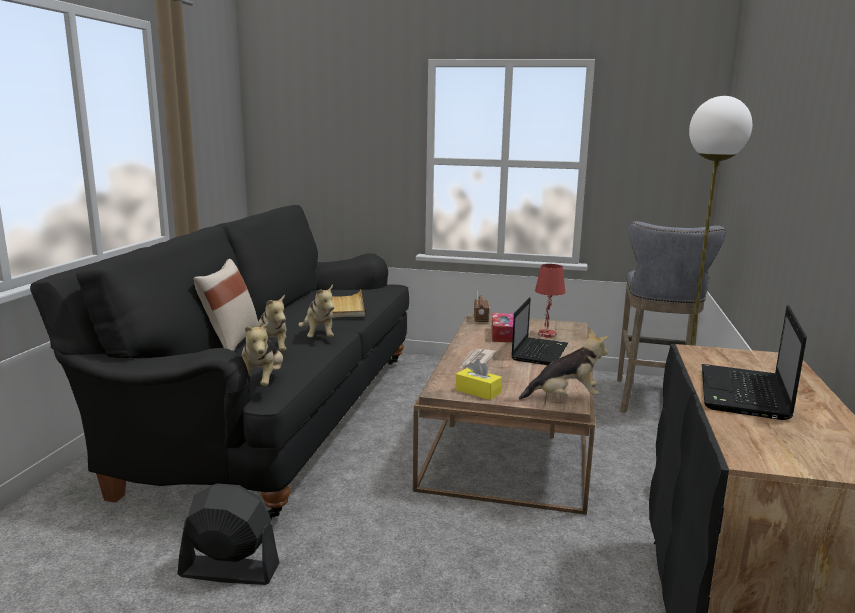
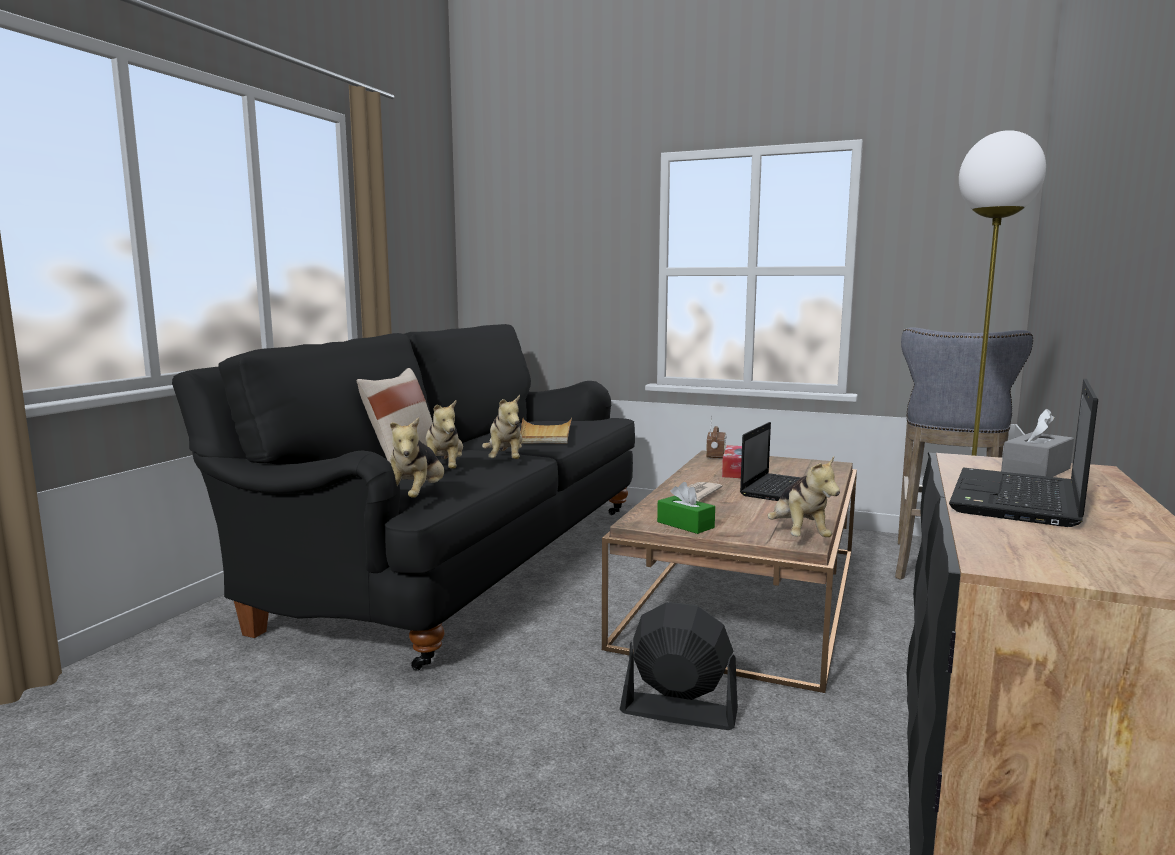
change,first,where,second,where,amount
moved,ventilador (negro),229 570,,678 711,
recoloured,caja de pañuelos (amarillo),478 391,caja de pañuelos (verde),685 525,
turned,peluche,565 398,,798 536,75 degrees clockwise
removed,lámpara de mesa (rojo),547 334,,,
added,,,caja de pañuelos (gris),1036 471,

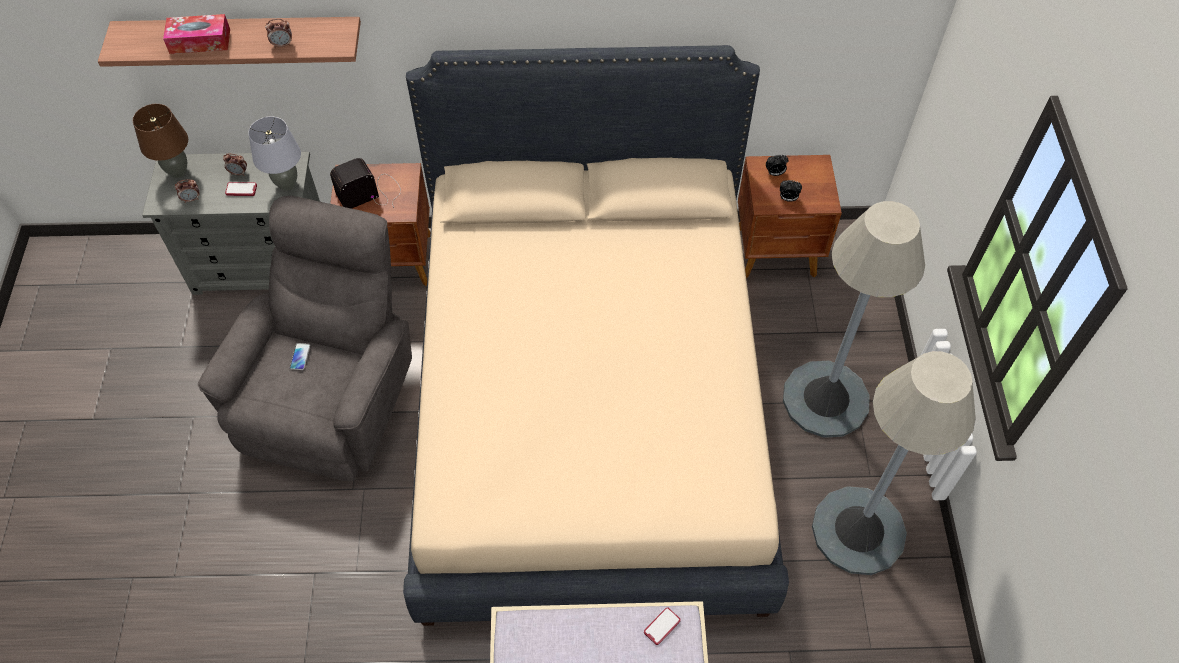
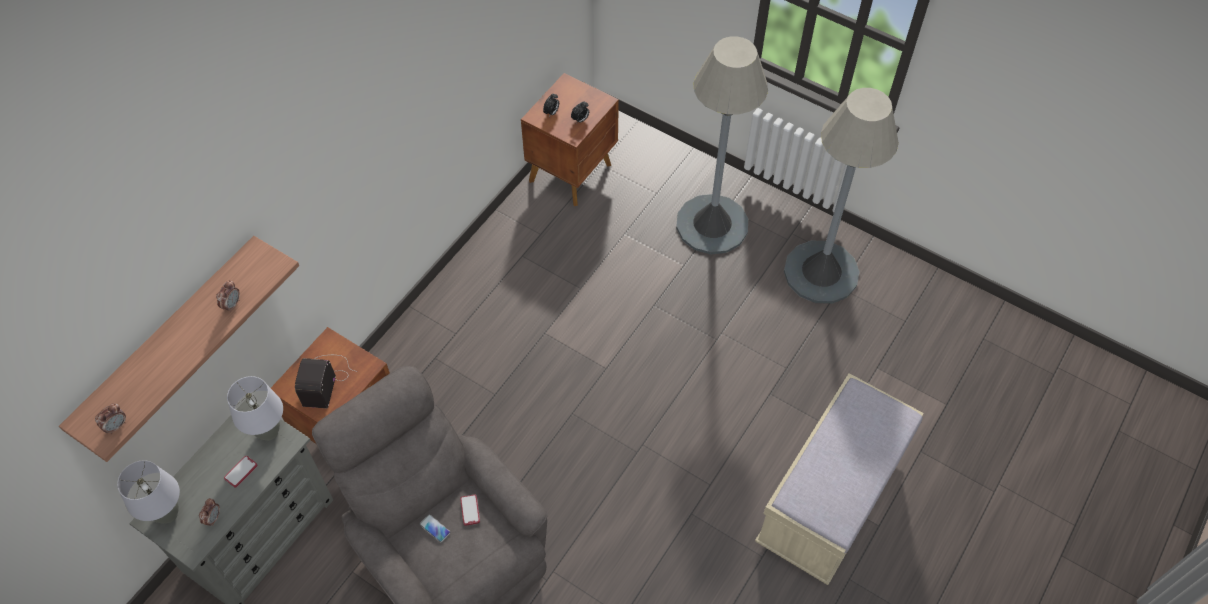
change,first,where,second,where,amount
recoloured,lámpara de mesa (marrón),178 171,lámpara de mesa (gris),168 514,
removed,caja de pañuelos,200 41,,,
moved,despertador,239 173,,116 426,
removed,cama (beis),590 406,,,
moved,móvil,662 626,,470 510,

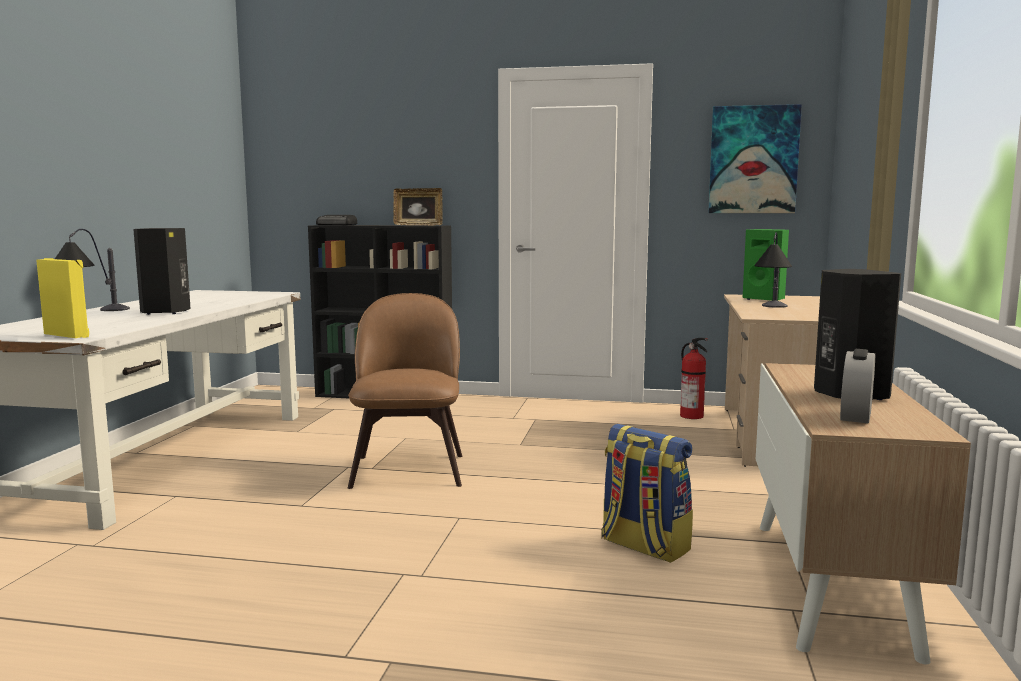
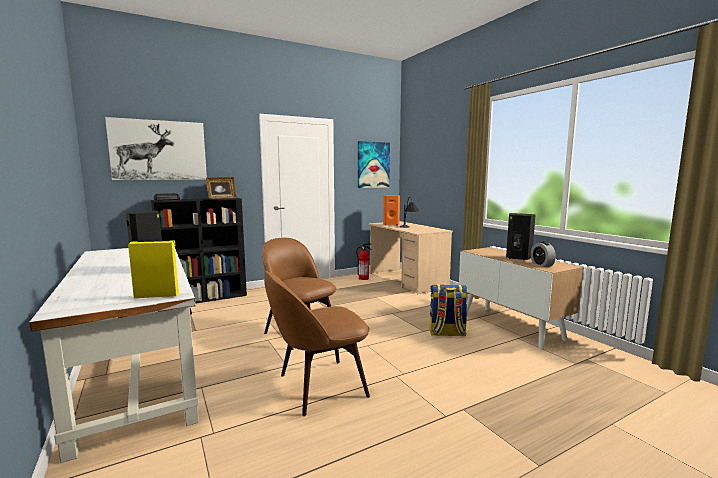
change,first,where,second,where,amount
removed,lámpara de mesa,91 312,,,
recoloured,altavoz (verde),765 299,altavoz (naranja),391 224,
added,,,cuadro,159 150,
added,,,silla (marrón),318 386,

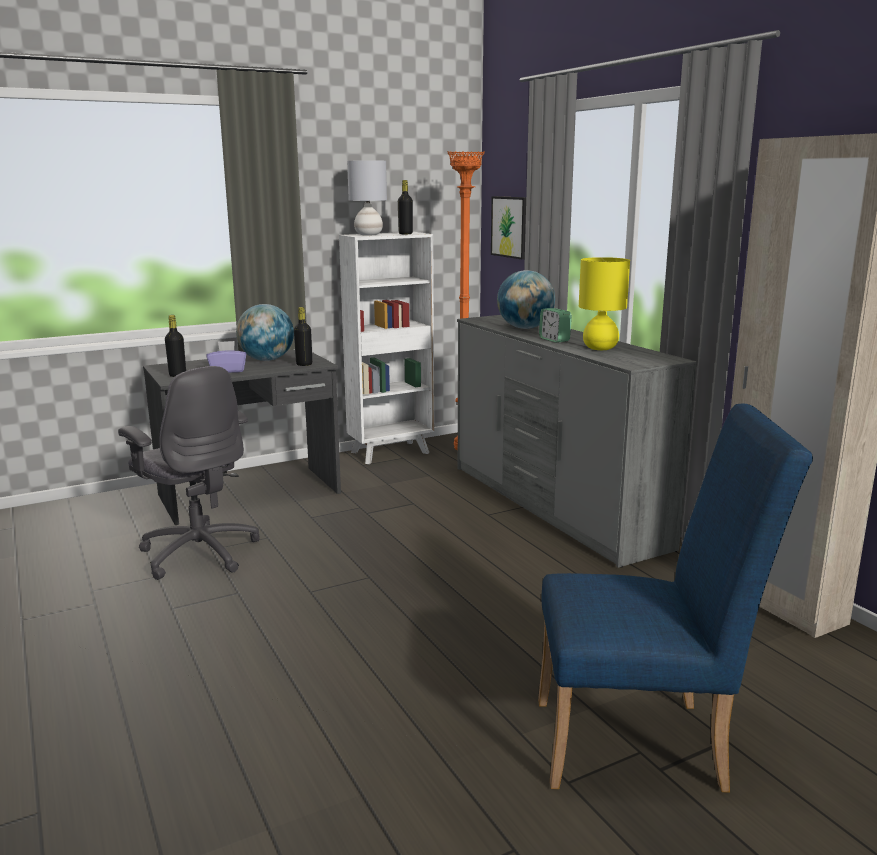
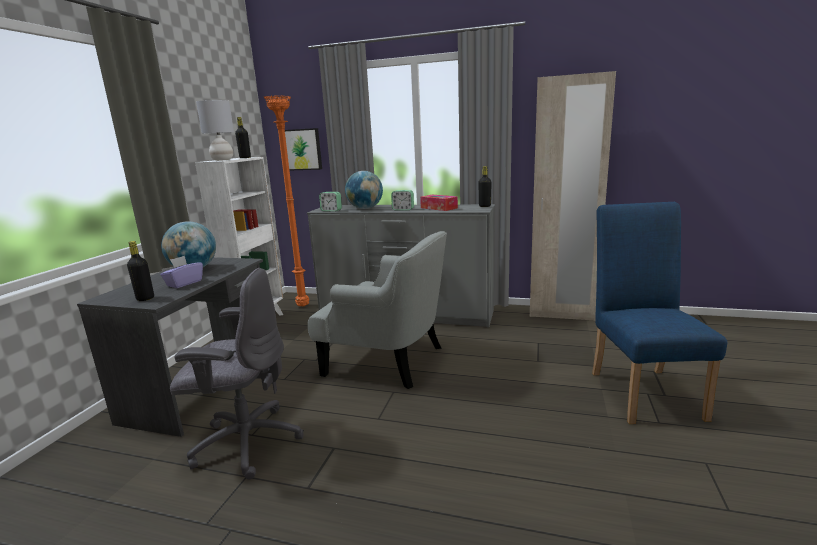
change,first,where,second,where,amount
moved,botella (negro),304 364,,484 206,
turned,silla (azul),644 744,,642 390,45 degrees counterclockwise
replaced,lámpara de mesa (amarillo),600 348,caja de pañuelos,439 208,
added,,,sillón (gris),388 359,
added,,,despertador,331 210,

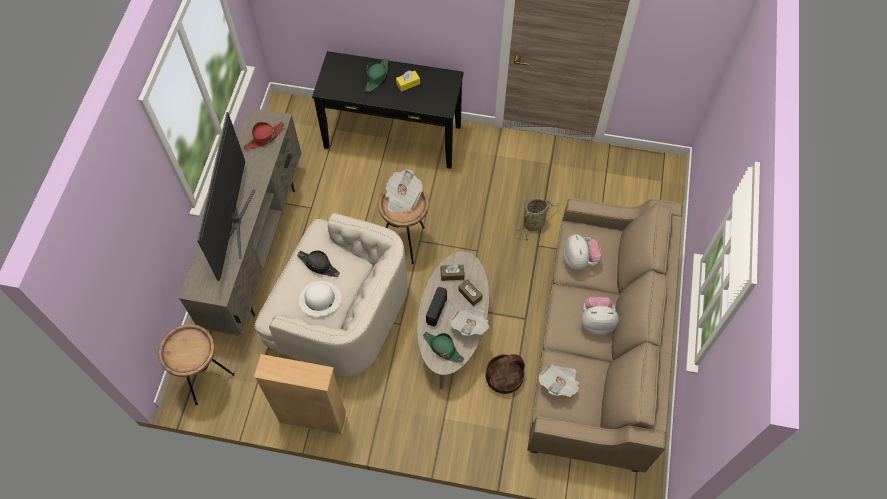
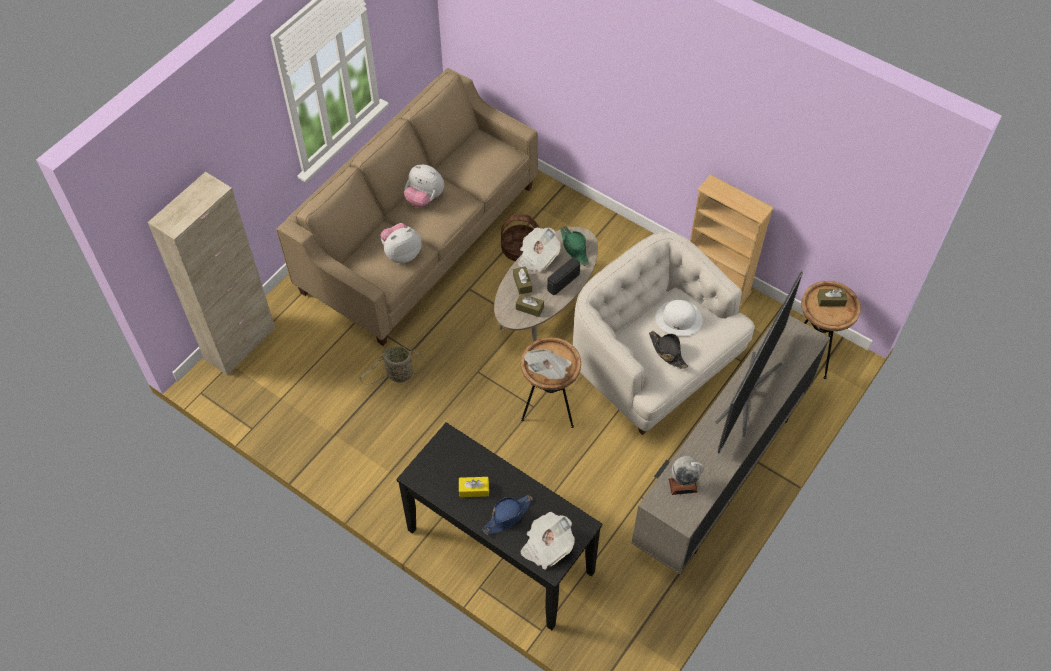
change,first,where,second,where,amount
replaced,sombrero (rojo),264 138,globo terráqueo,683 485,
recoloured,sombrero (verde),377 77,sombrero (azul),508 516,
moved,periódico,559 383,,546 546,
turned,peluche,579 260,,401 253,45 degrees clockwise
added,,,armario (beis),240 344,
added,,,caja de pañuelos (marrón),831 301,

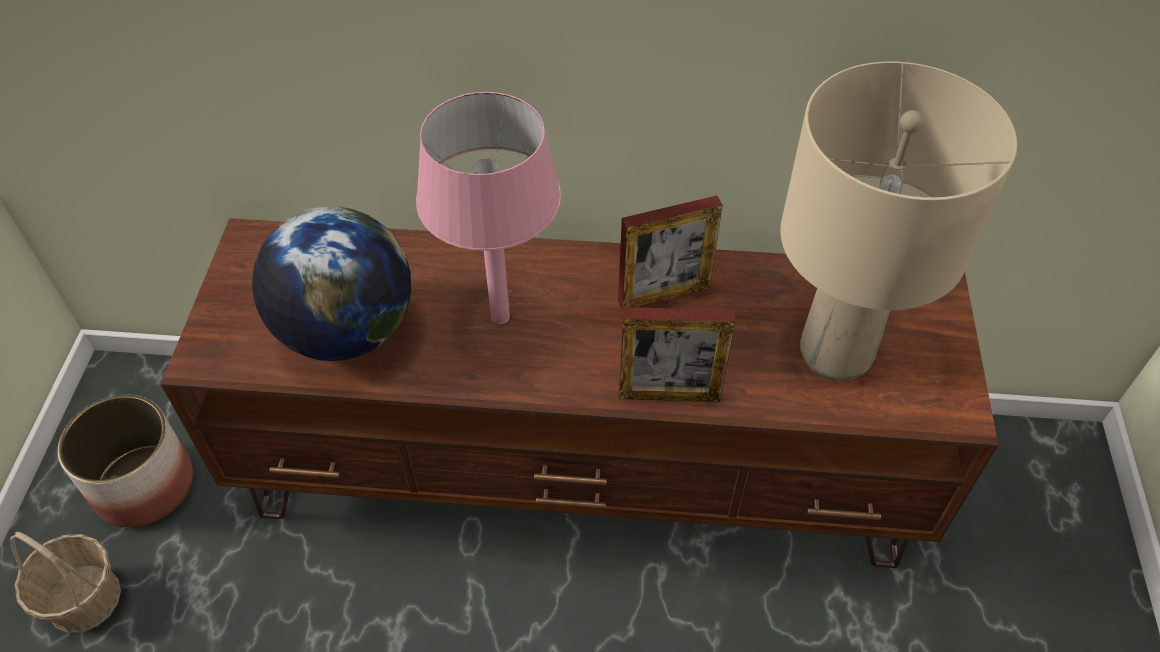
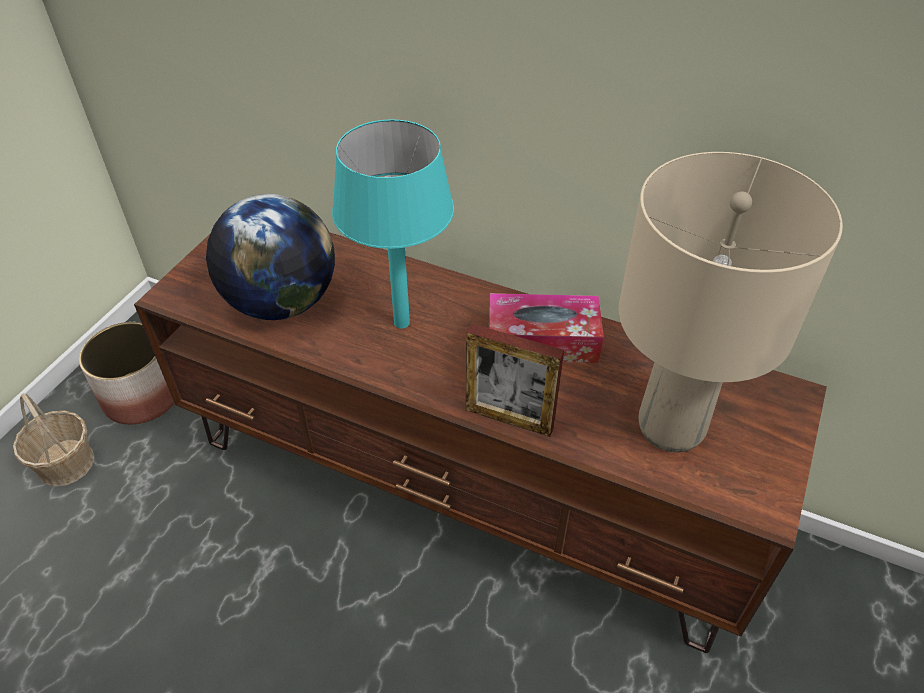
change,first,where,second,where,amount
recoloured,lámpara de mesa (rosa),500 315,lámpara de mesa (turquesa),402 322,
replaced,portarretratos,664 295,caja de pañuelos,542 340,

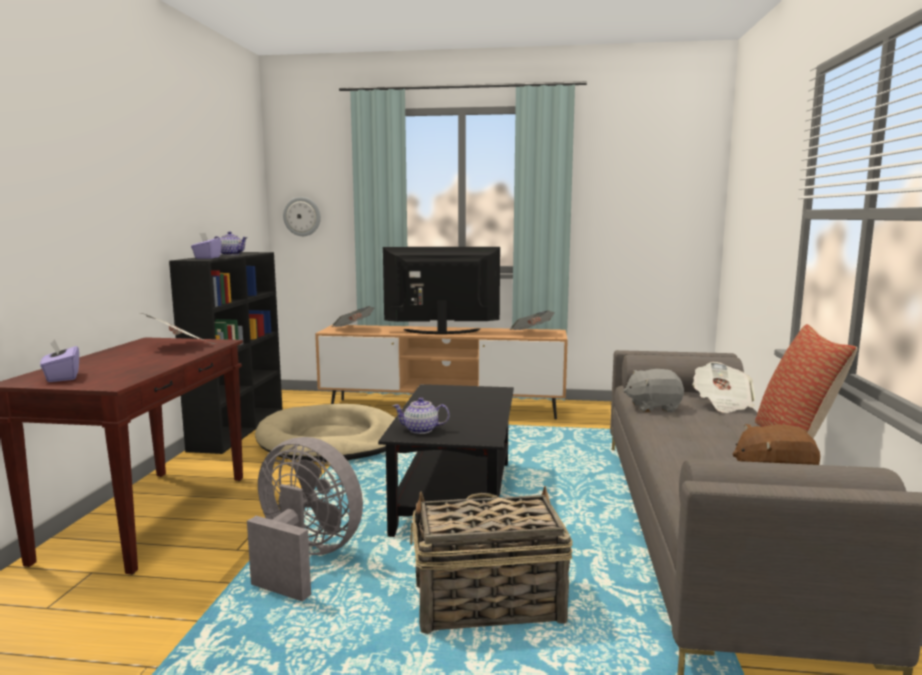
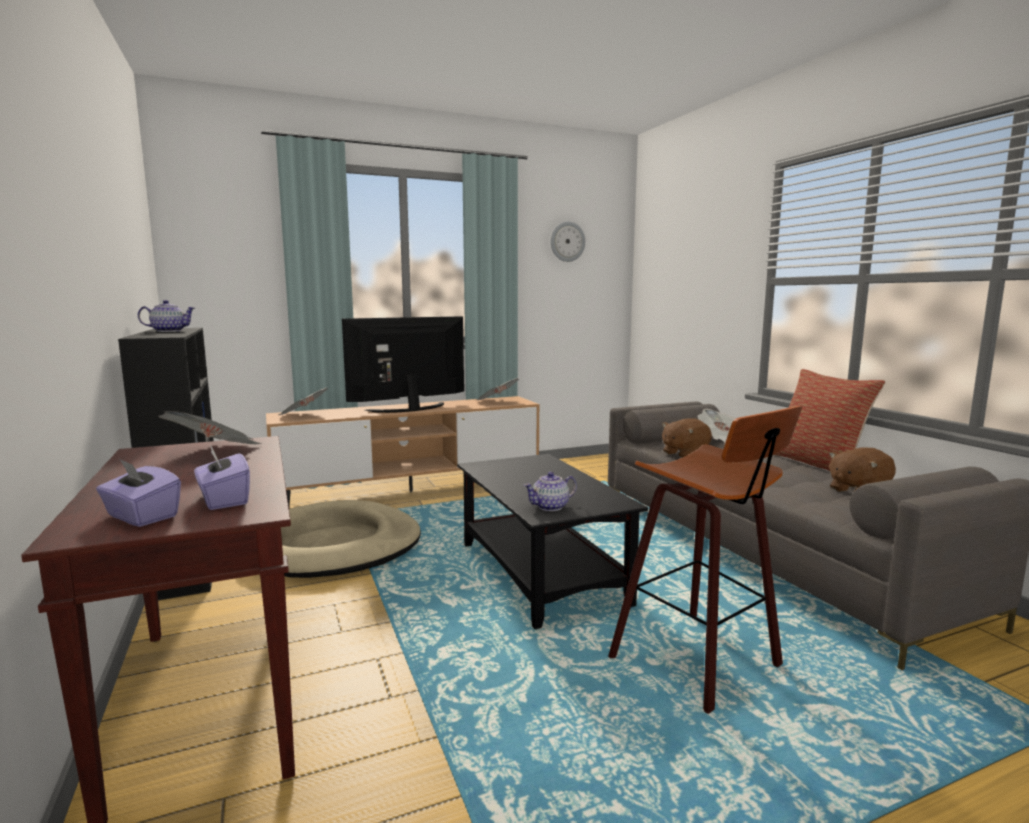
change,first,where,second,where,amount
moved,caja de pañuelos (morado),207 258,,224 500,
removed,ventilador (gris),304 559,,,
moved,reloj de pared,302 216,,567 241,
replaced,cesta,486 603,taburete,702 662,
recoloured,peluche (gris),653 407,peluche (marrón),684 453,

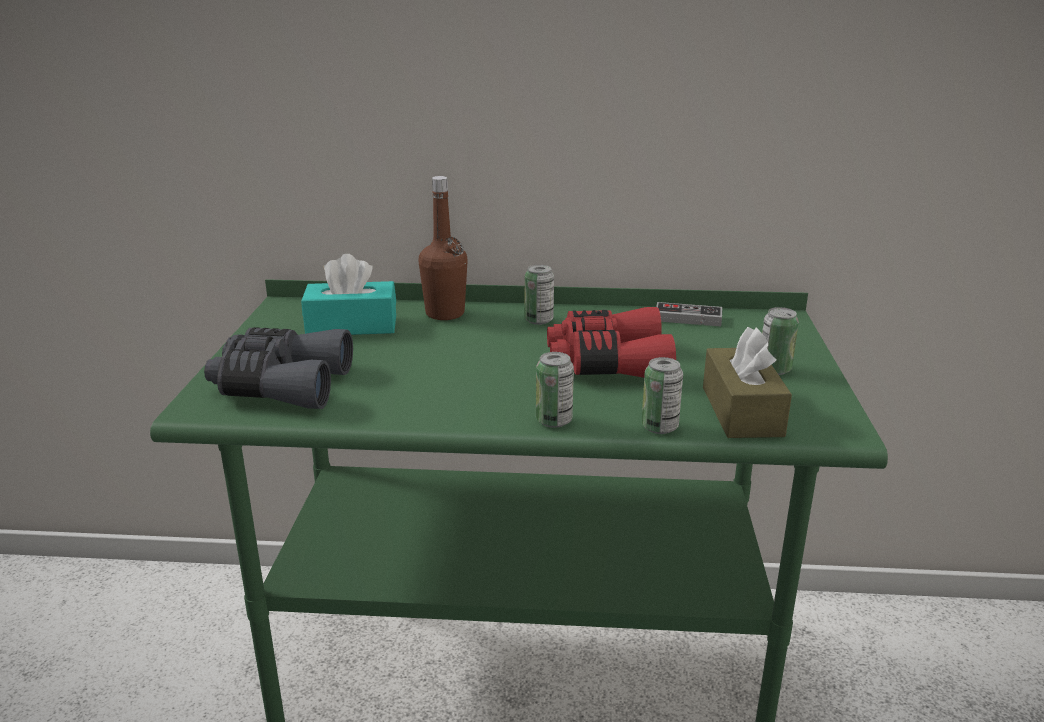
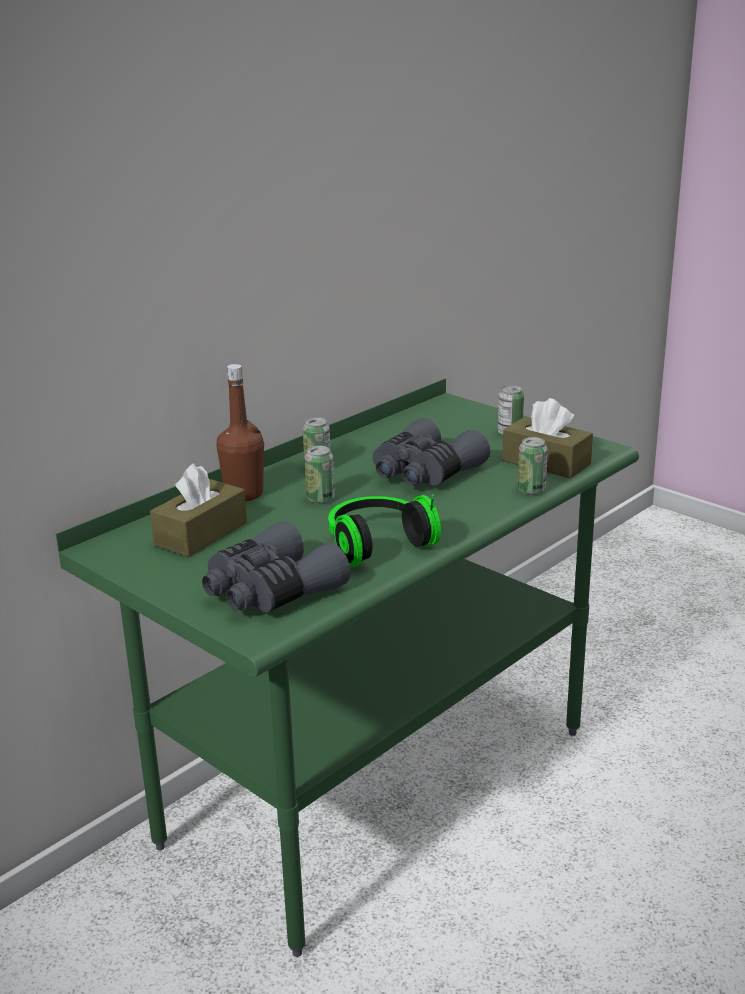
change,first,where,second,where,amount
recoloured,caja de pañuelos (turquesa),352 326,caja de pañuelos (marrón),201 534,
moved,lata,554 420,,320 499,
recoloured,prismáticos (rojo),607 363,prismáticos (gris),424 472,
removed,mando de consola,688 318,,,
added,,,auriculares,376 544,

